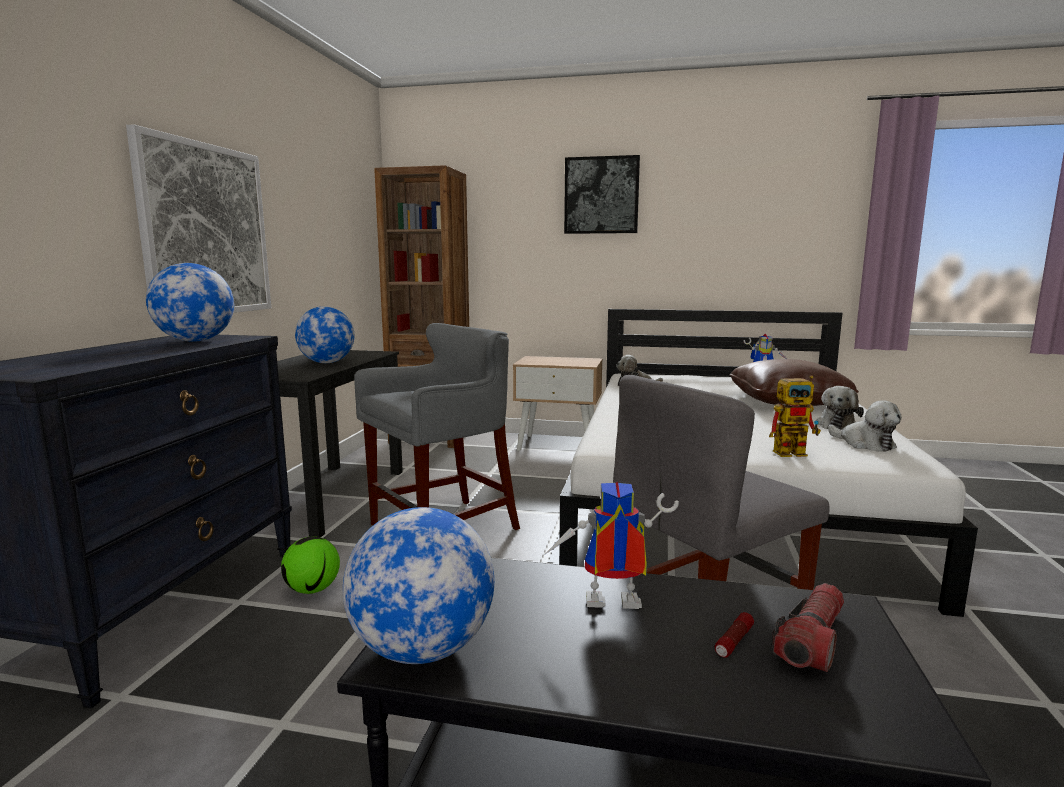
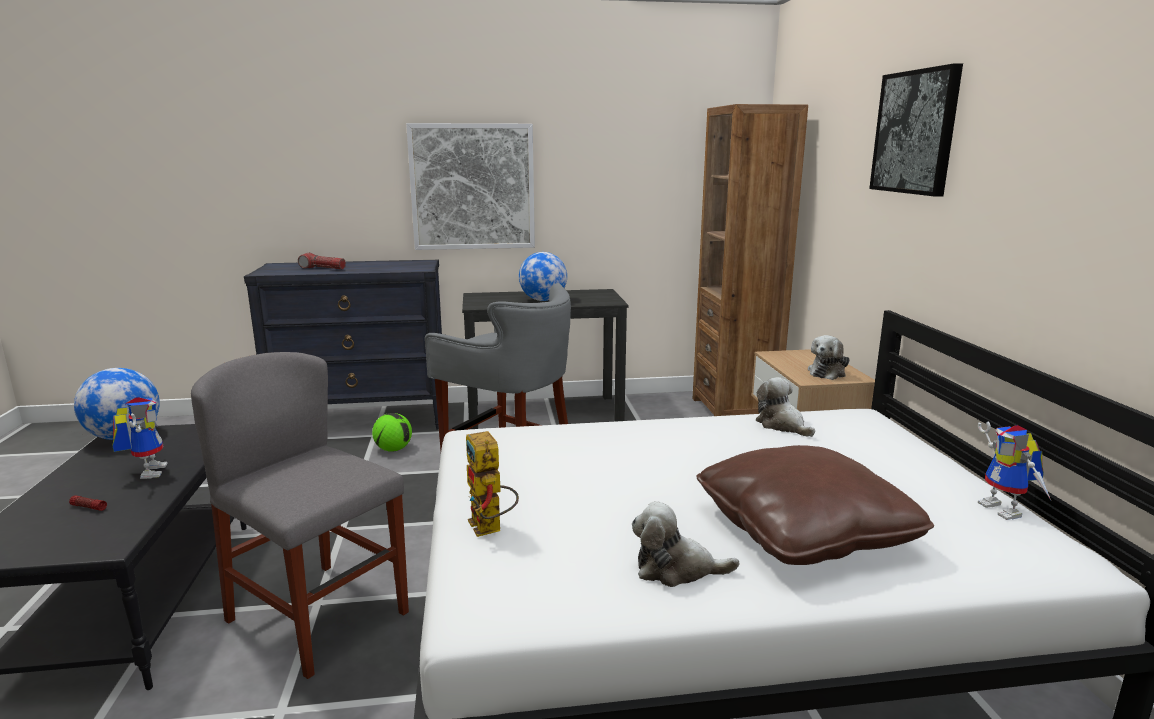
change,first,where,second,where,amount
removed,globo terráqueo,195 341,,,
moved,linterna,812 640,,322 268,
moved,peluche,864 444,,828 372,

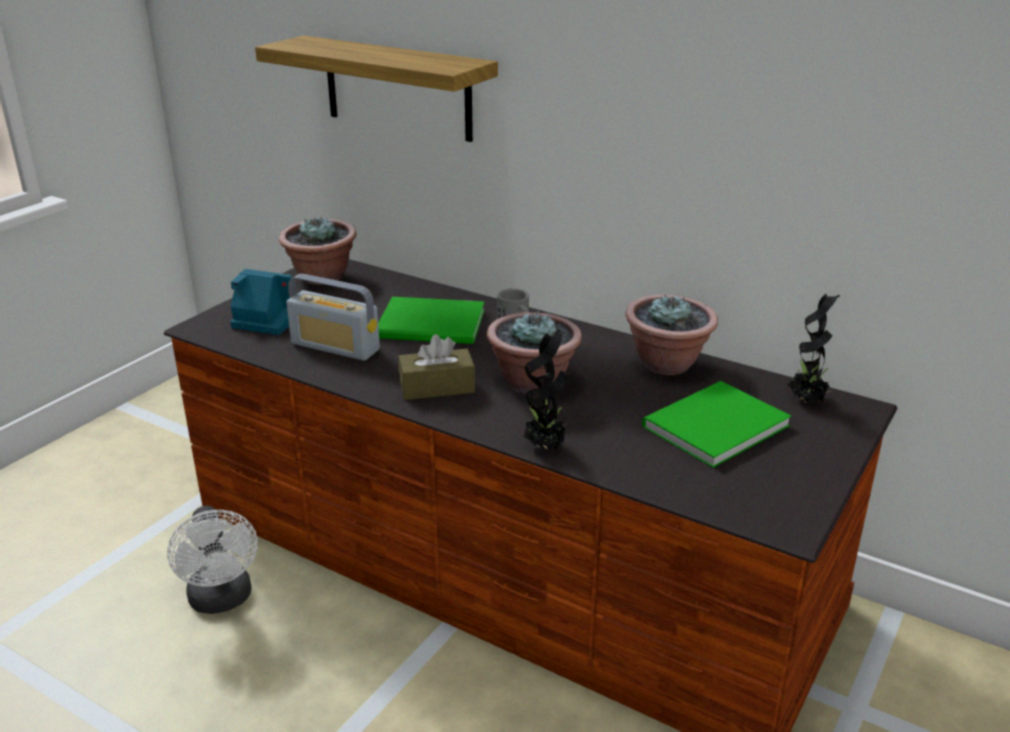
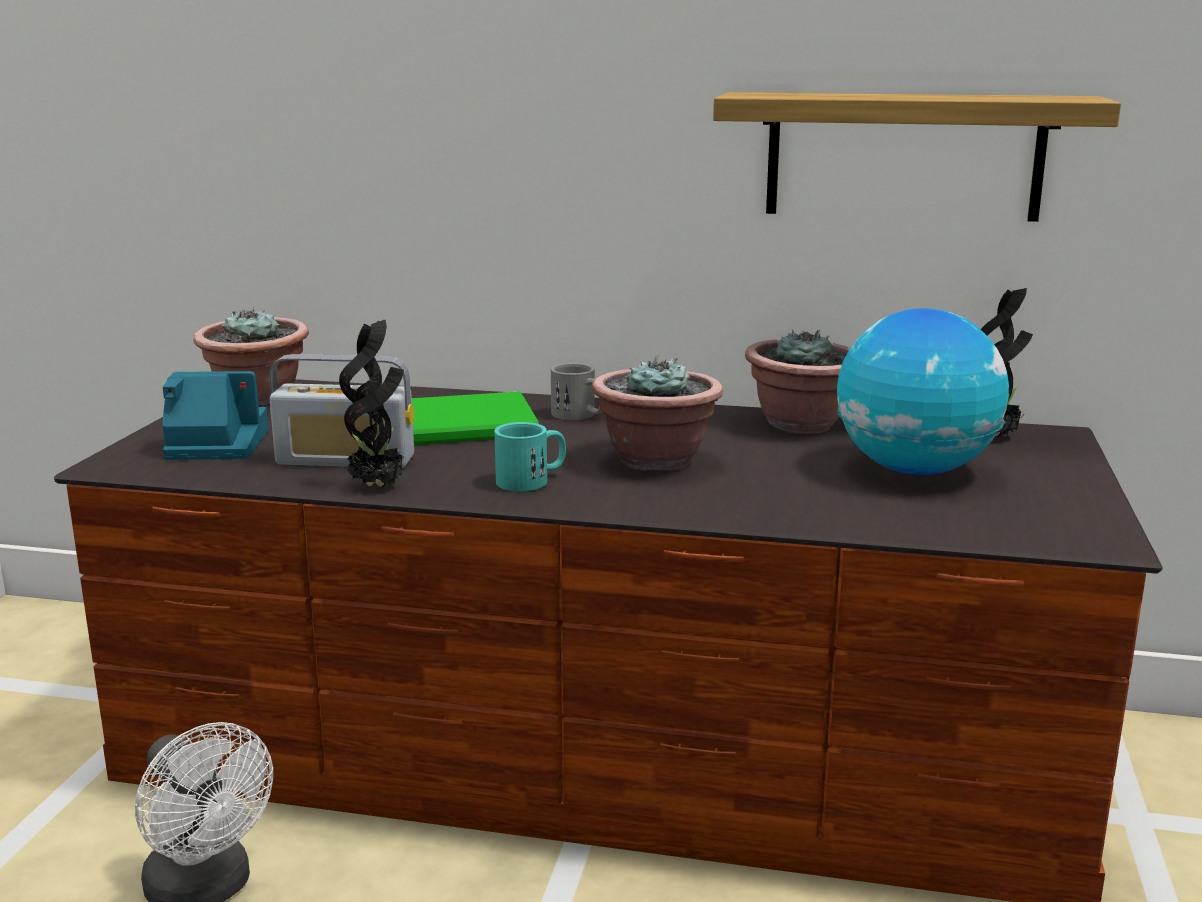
change,first,where,second,where,amount
moved,estante,397 88,,903 156,
replaced,caja de pañuelos (marrón),437 387,taza grande (turquesa),532 480,
moved,planta en maceta,546 446,,379 486,
replaced,libro (verde),710 426,globo terráqueo,914 470,

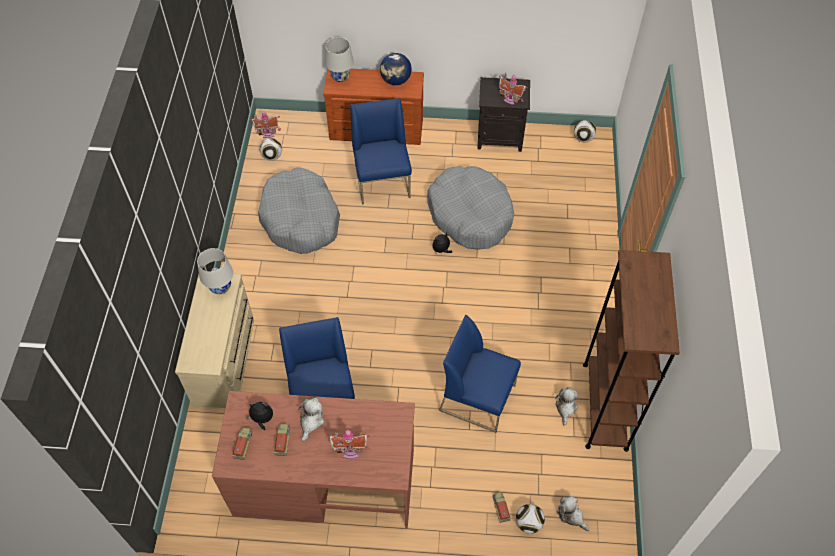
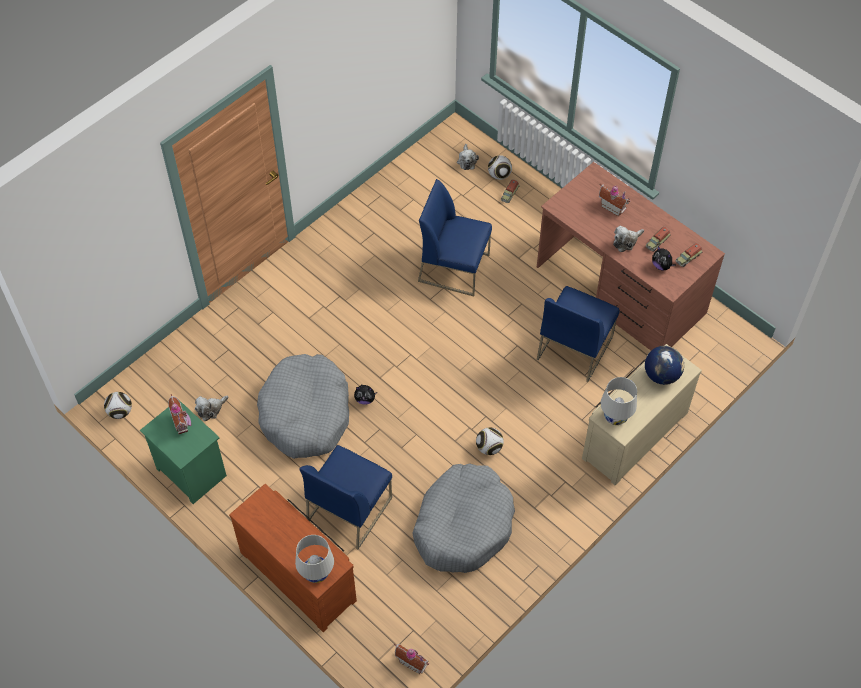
change,first,where,second,where,amount
moved,balón de fútbol,272 156,,489 448,
moved,globo terráqueo,396 80,,661 375,
turned,silla (azul),478 397,,454 267,135 degrees clockwise
recoloured,mesita de noche (negro),500 136,mesita de noche (verde),190 472,
moved,peluche,565 408,,211 409,
removed,estantería (marrón),605 405,,,

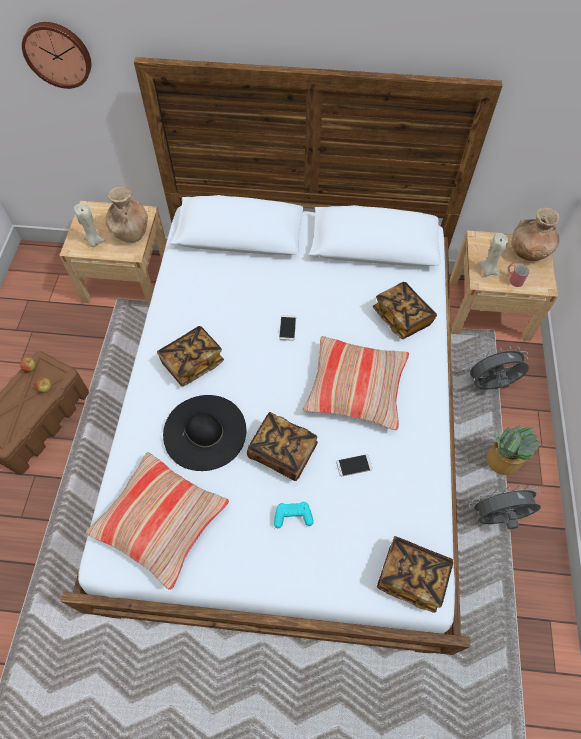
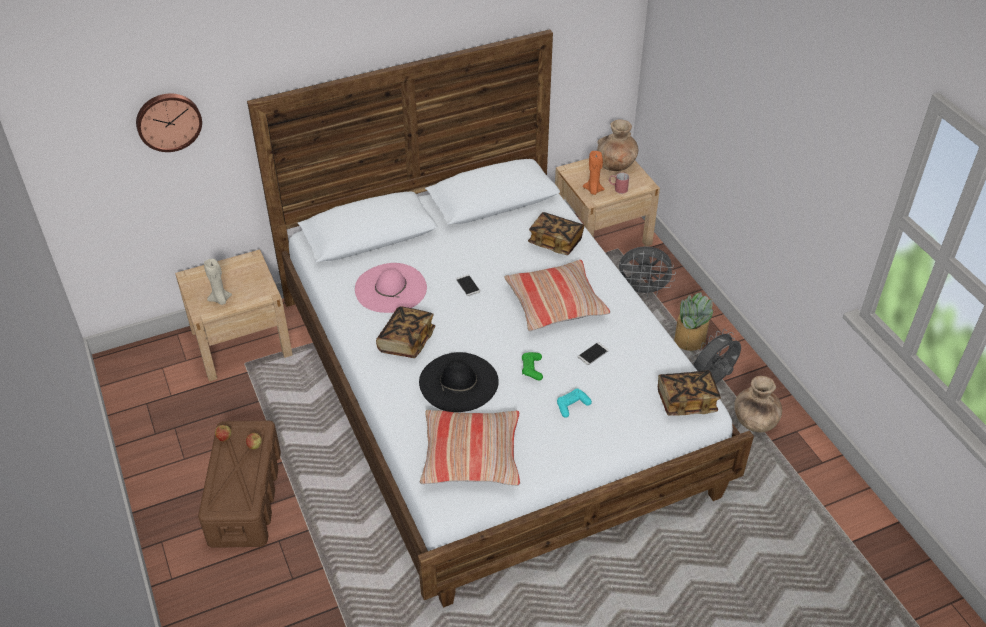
change,first,where,second,where,amount
moved,florero (marrón),131 232,,754 421,
replaced,libro,283 452,mando de consola (verde),532 369,
turned,ventilador (gris),490 386,,642 291,135 degrees counterclockwise
recoloured,vela (beis),487 271,vela (naranja),593 190,
added,,,sombrero (rosa),390 288,

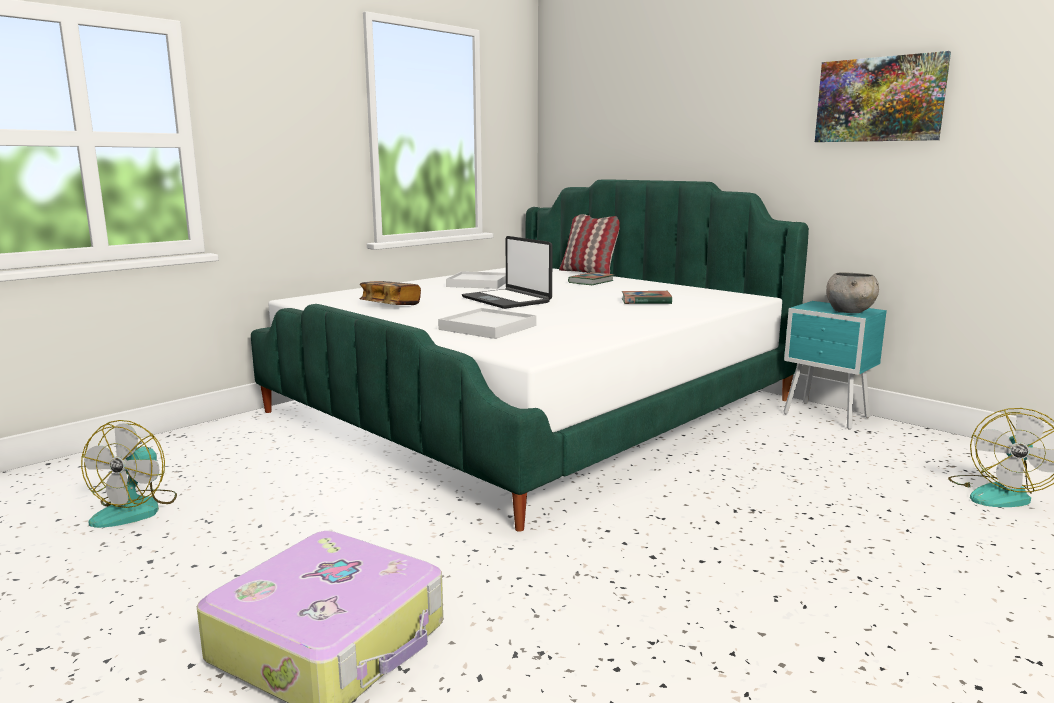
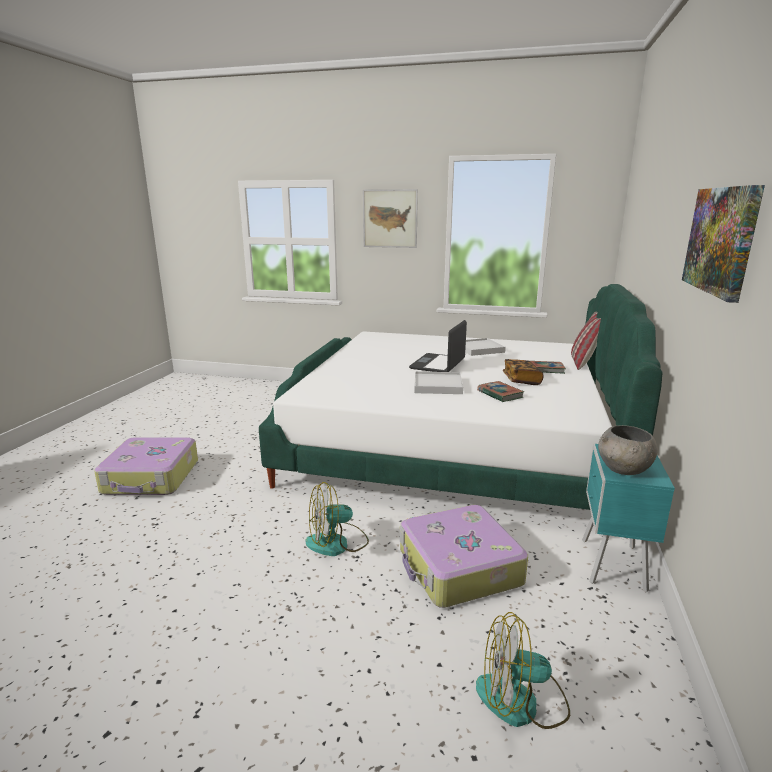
change,first,where,second,where,amount
moved,ventilador,136 509,,337 543,
moved,libro,390 305,,521 380,
moved,bandeja (blanco),488 327,,438 385,
added,,,cuadro,390 218,
added,,,maleta,458 568,

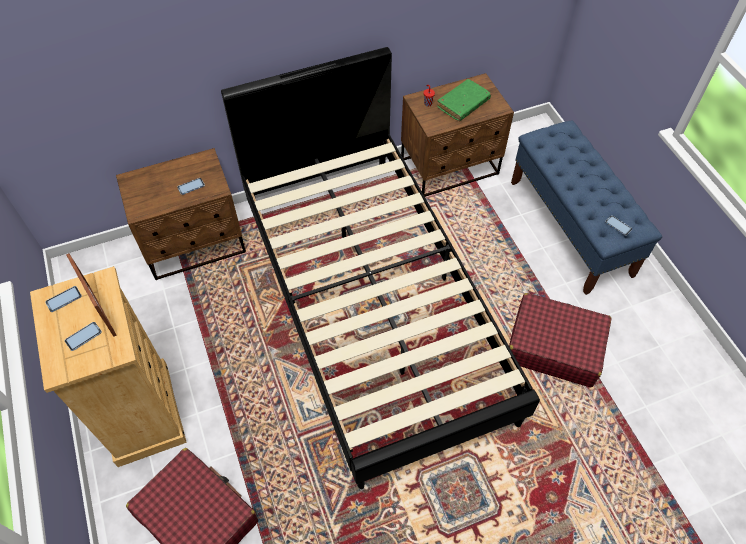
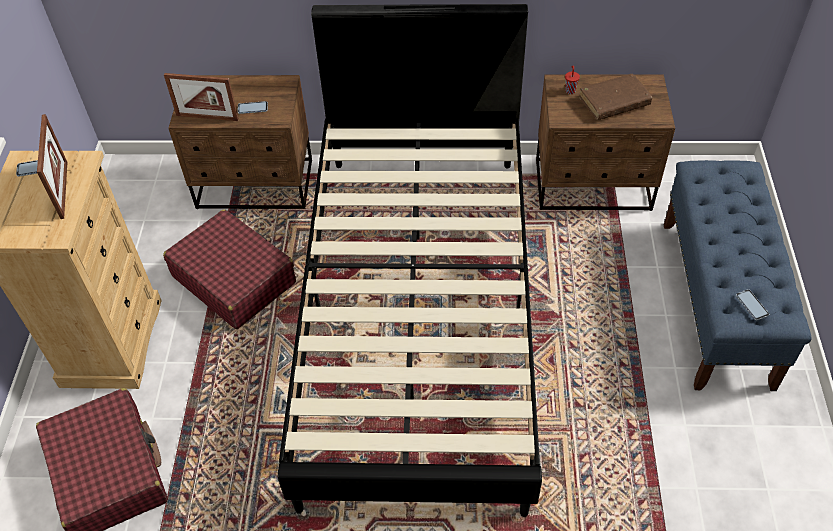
change,first,where,second,where,amount
removed,móvil,83 336,,,
recoloured,libro (verde),463 104,libro (marrón),614 103,
moved,maleta (rojo),553 346,,234 279,
added,,,portarretratos,207 117,

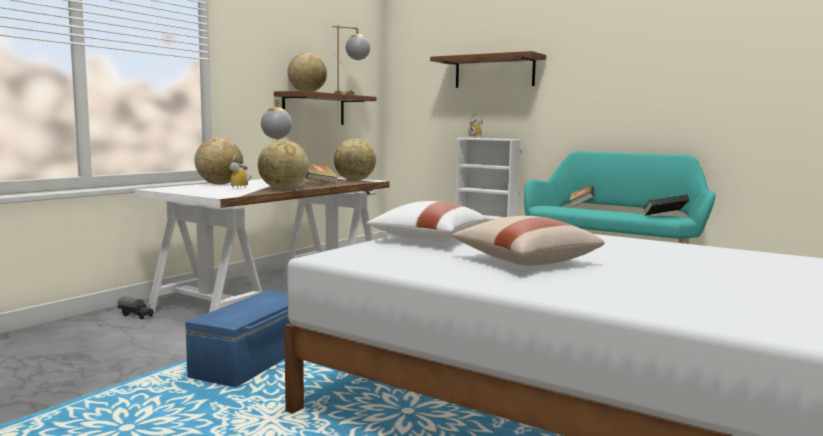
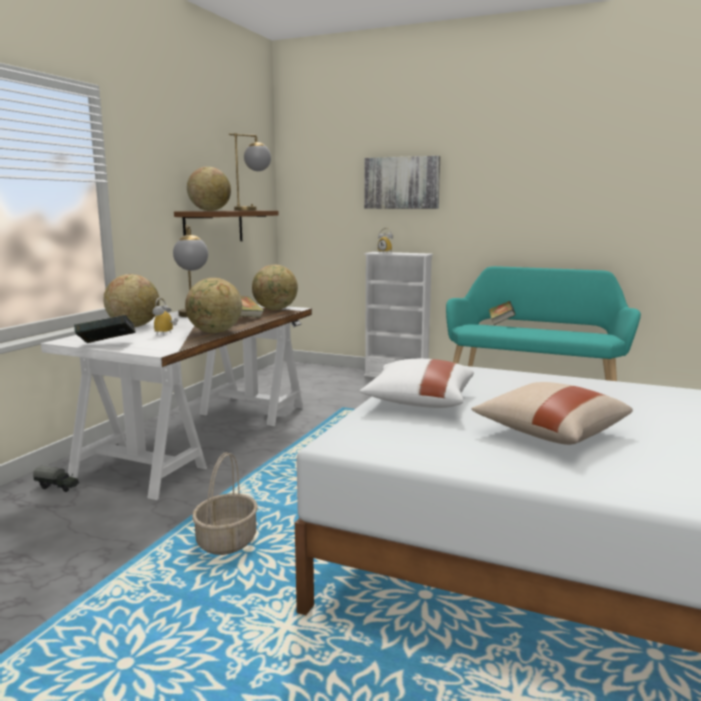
change,first,where,second,where,amount
replaced,caja de almacenaje (azul),255 361,cesta,226 541,
replaced,estante (marrón),494 72,cuadro,402 183,
moved,libro,664 217,,107 345,

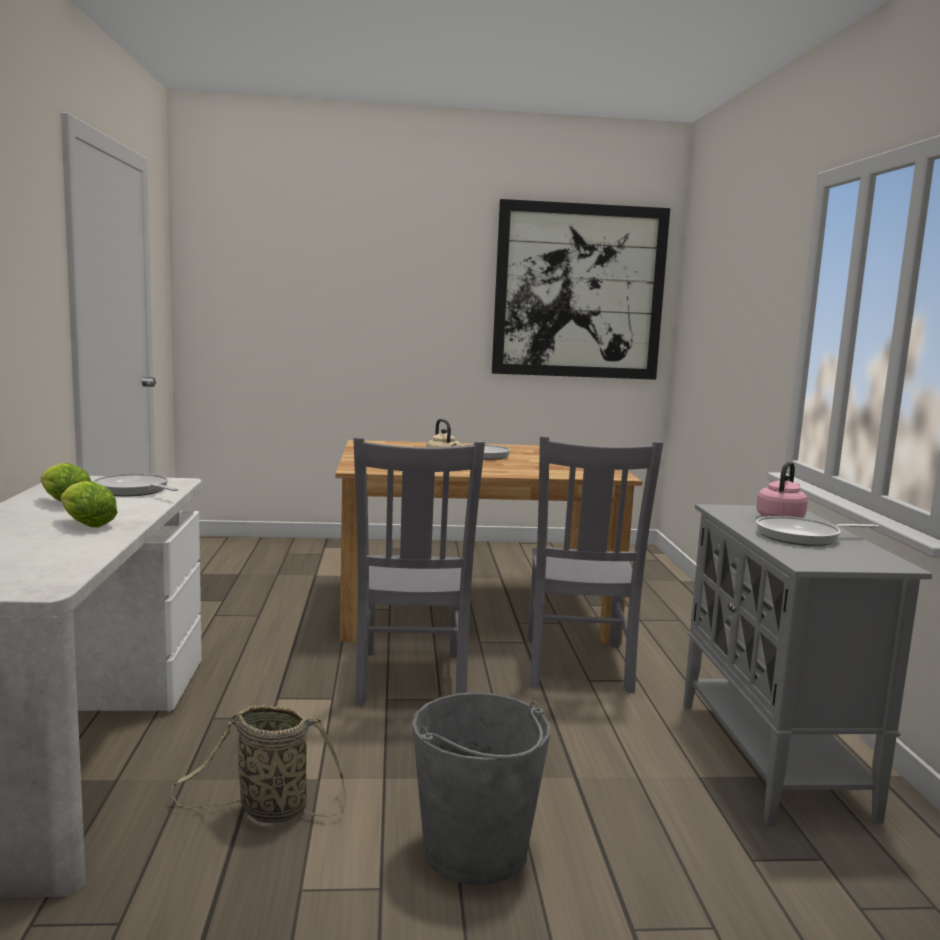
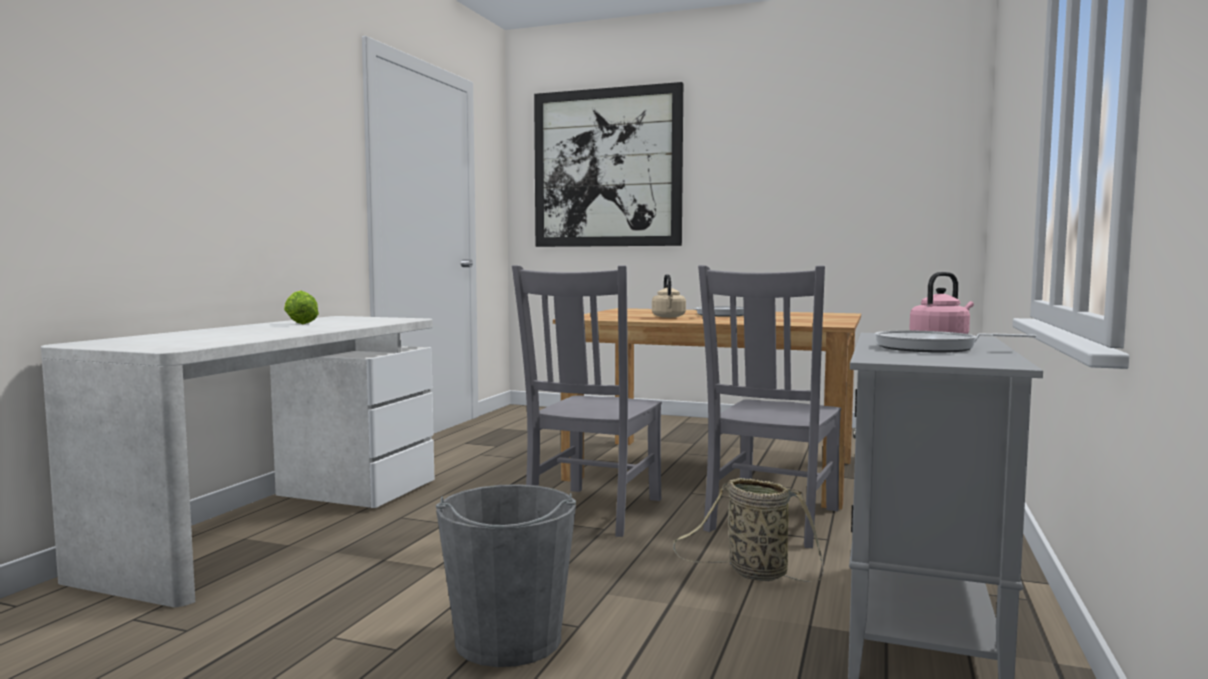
change,first,where,second,where,amount
removed,lechuga,85 524,,,
removed,sartén,134 490,,,
moved,cesta,268 810,,753 573,
moved,cuadro,579 291,,607 168,

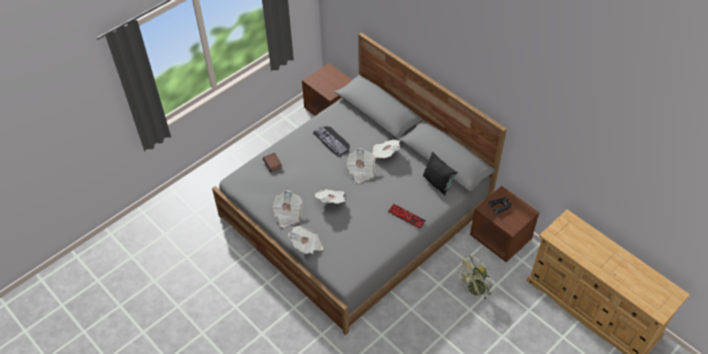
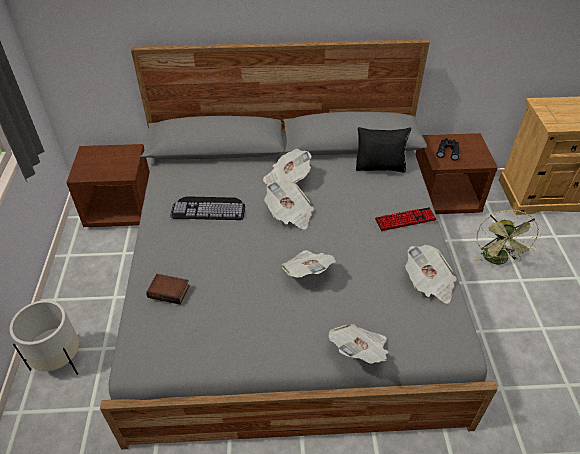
change,first,where,second,where,amount
moved,periódico,287 214,,429 283,
added,,,maceta (blanco),59 359,

